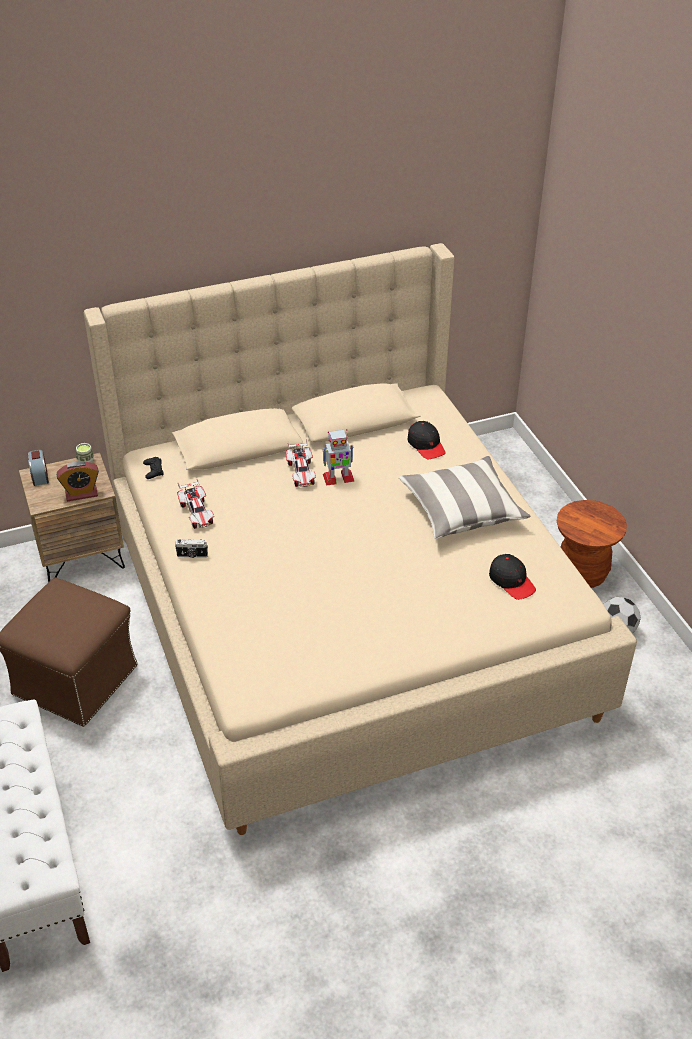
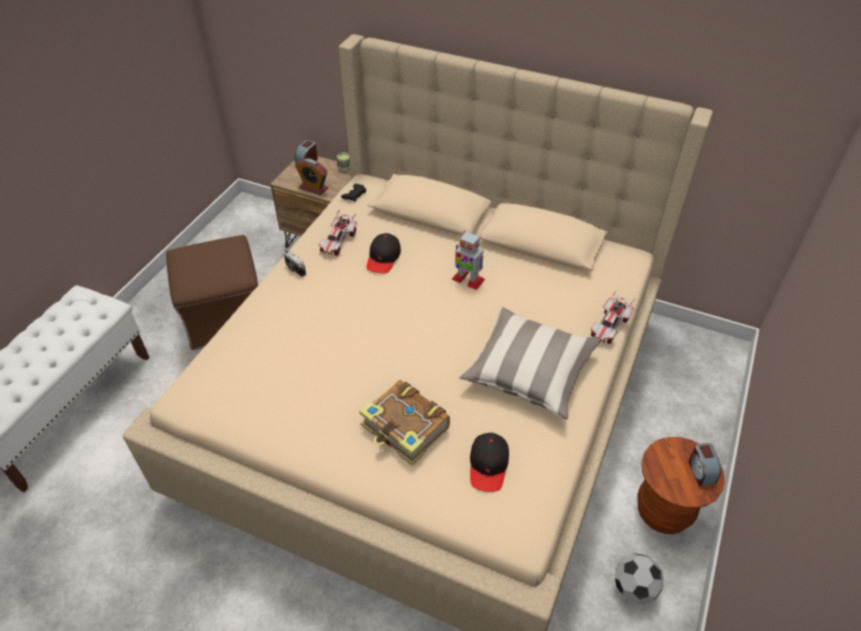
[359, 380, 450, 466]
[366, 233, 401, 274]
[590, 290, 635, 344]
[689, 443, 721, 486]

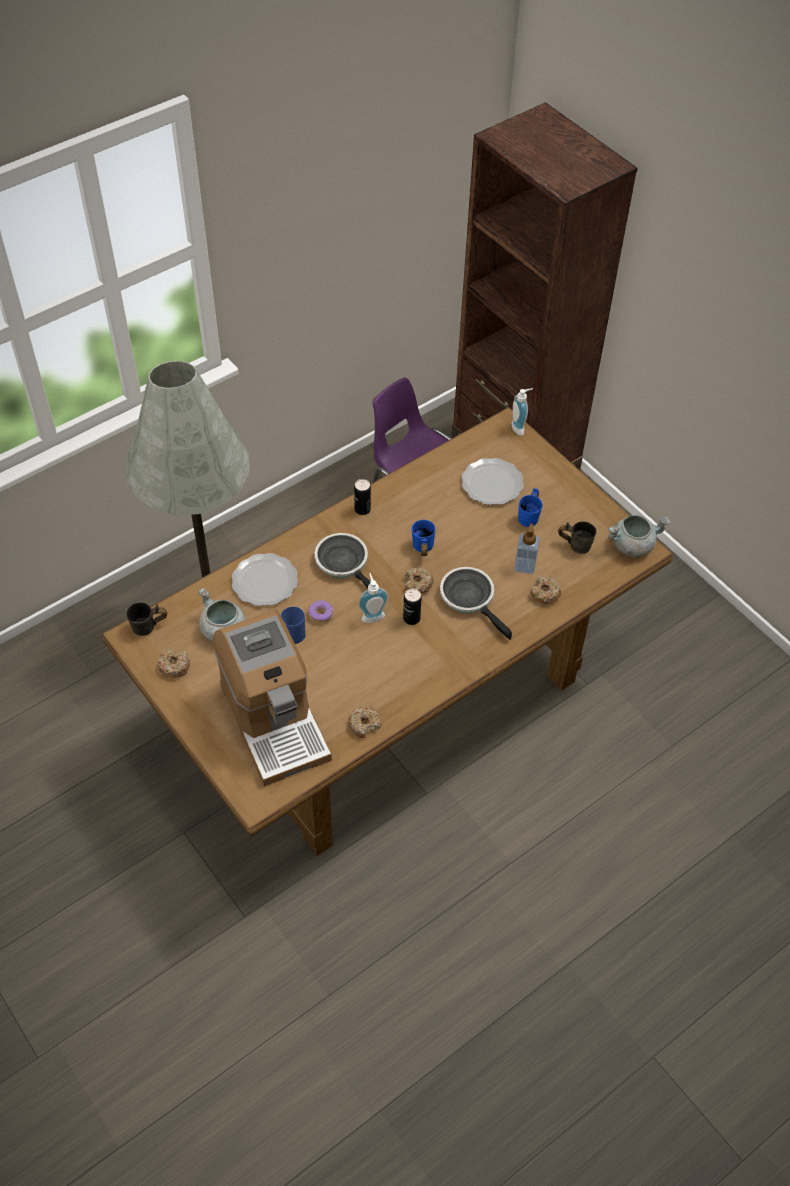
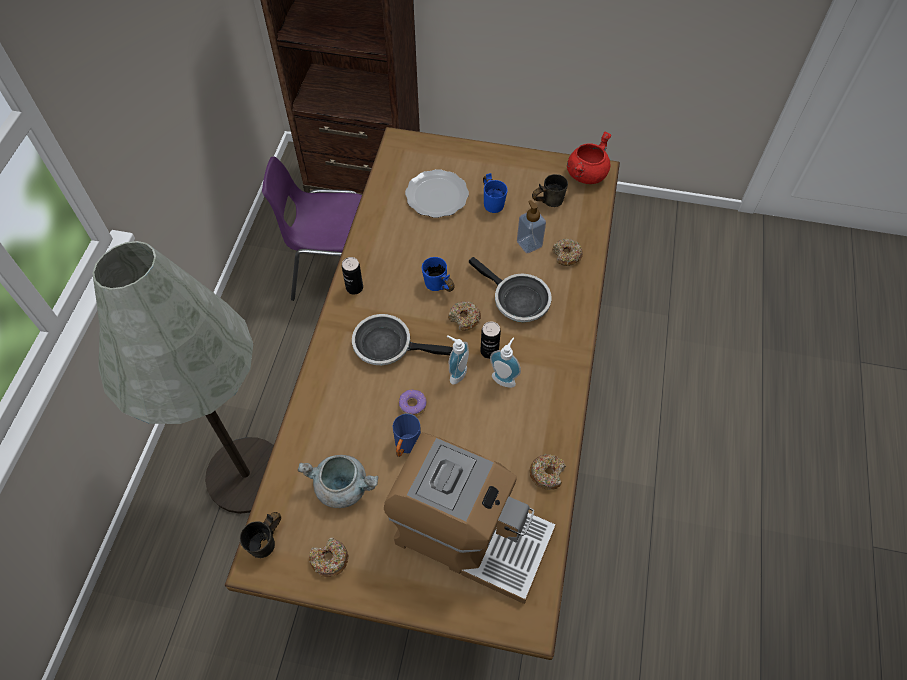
[469, 257, 552, 322]
[490, 337, 521, 388]
[567, 131, 611, 184]
[232, 553, 298, 606] (first image)

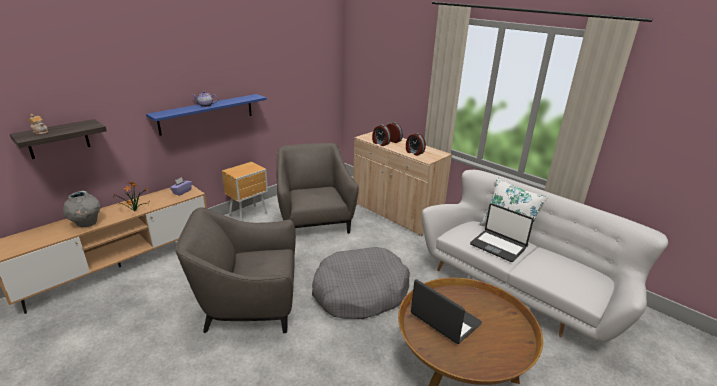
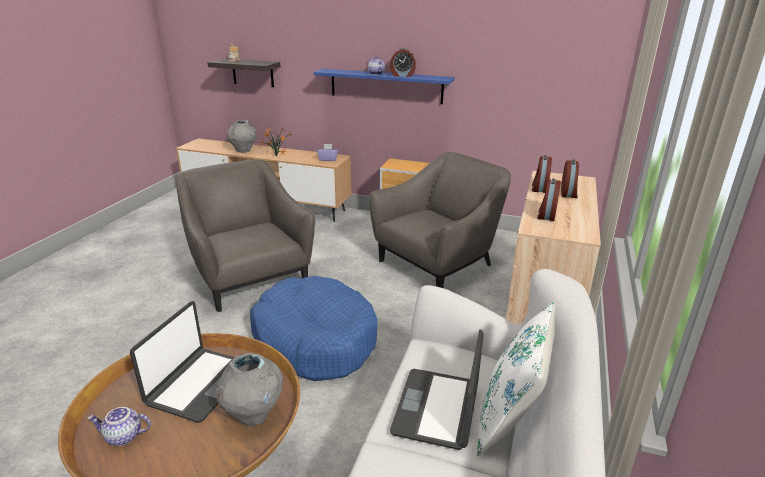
[88, 407, 151, 446]
[216, 353, 283, 426]
[250, 276, 378, 381]
[390, 48, 416, 77]

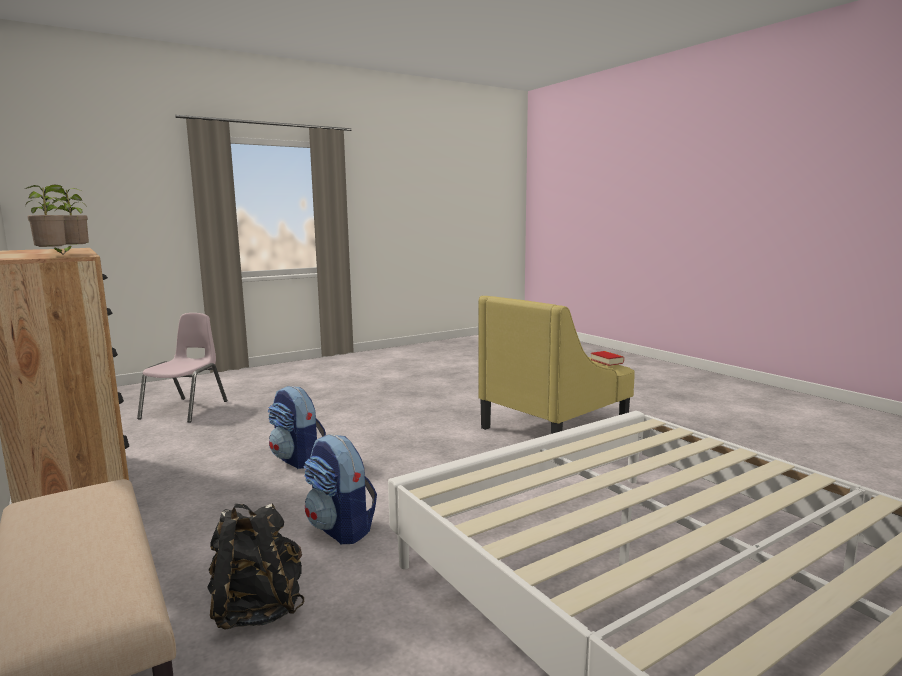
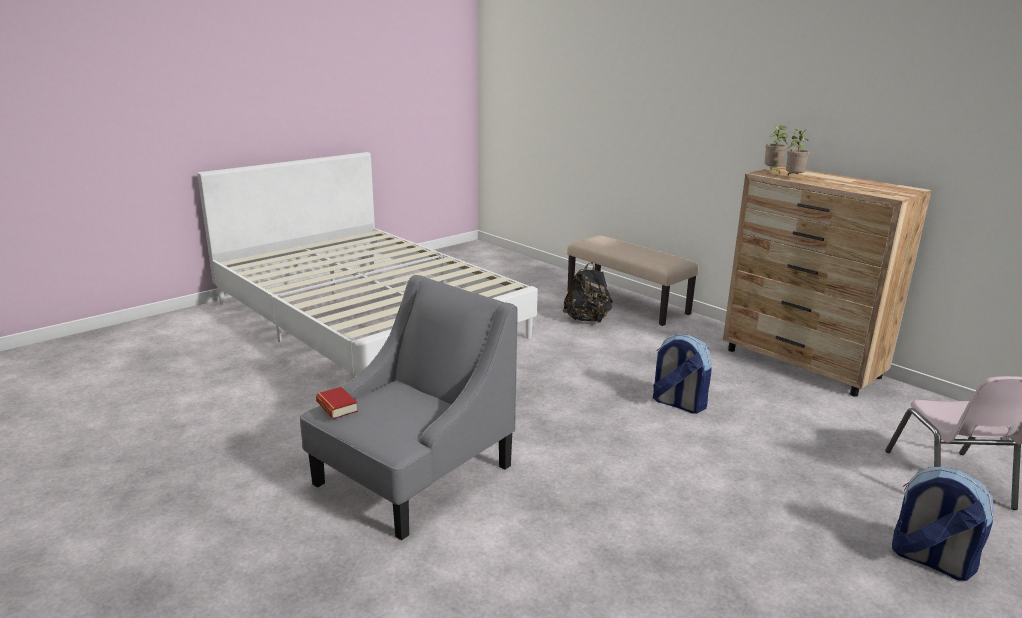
[300, 275, 518, 540]
[892, 467, 994, 581]

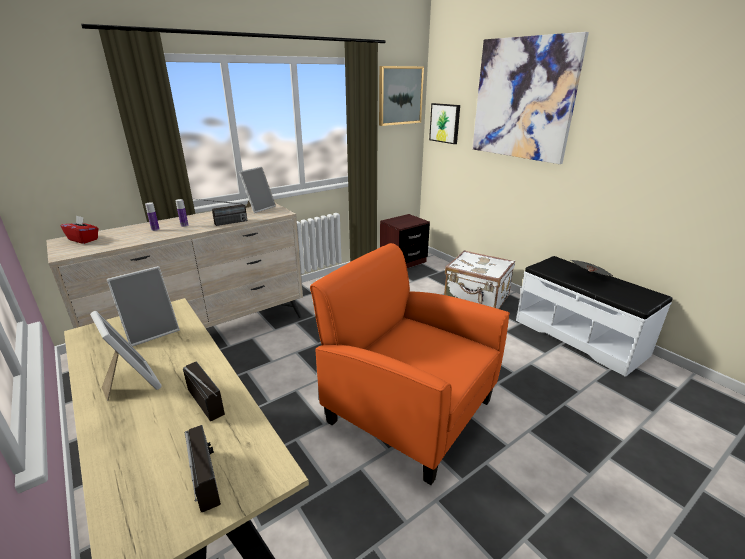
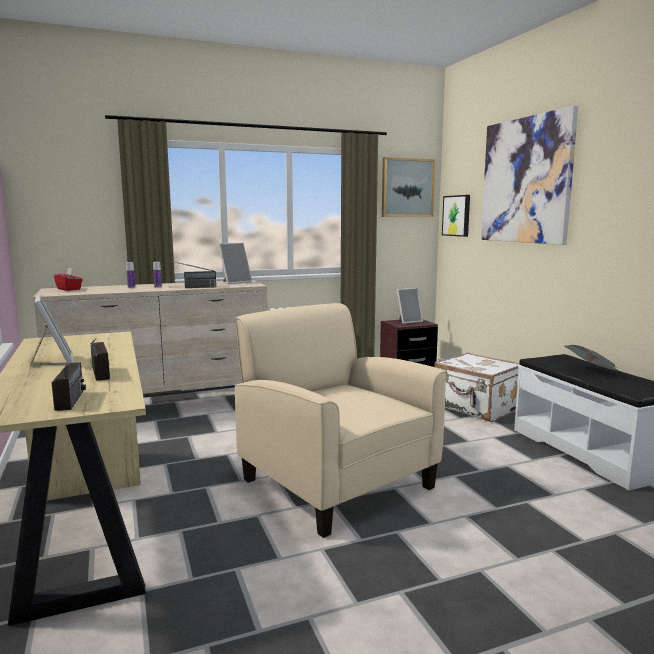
[235, 303, 446, 538]
[397, 288, 423, 324]

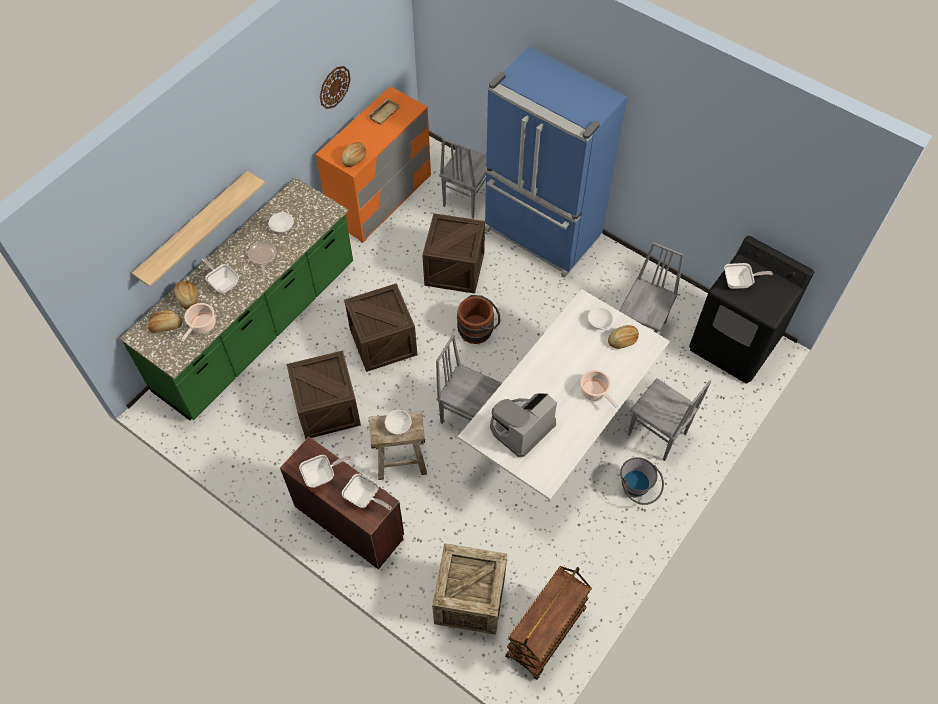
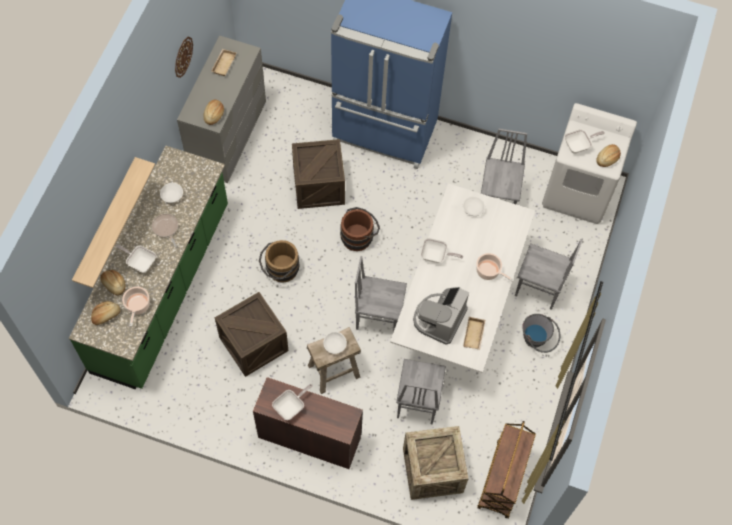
[177, 35, 266, 183]
[259, 240, 300, 283]
[396, 359, 446, 424]
[421, 238, 463, 263]
[463, 317, 485, 350]
[542, 103, 637, 224]
[596, 144, 621, 167]

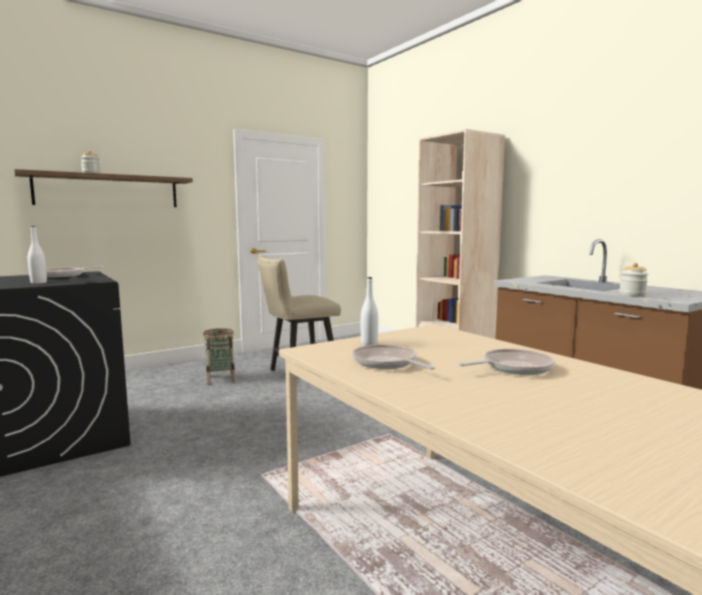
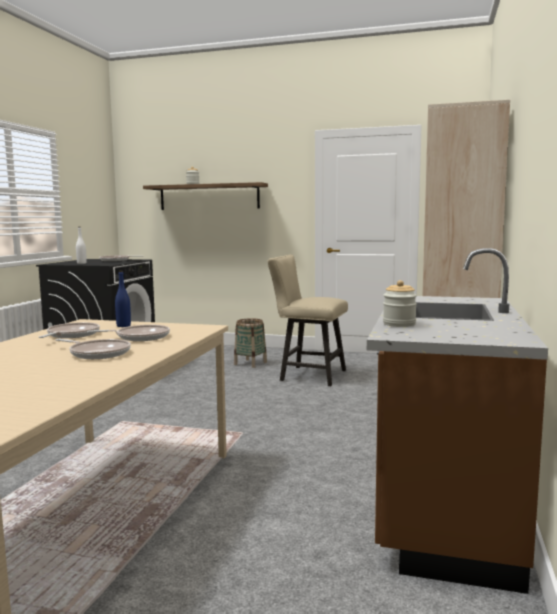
[87, 325, 170, 341]
[115, 271, 131, 327]

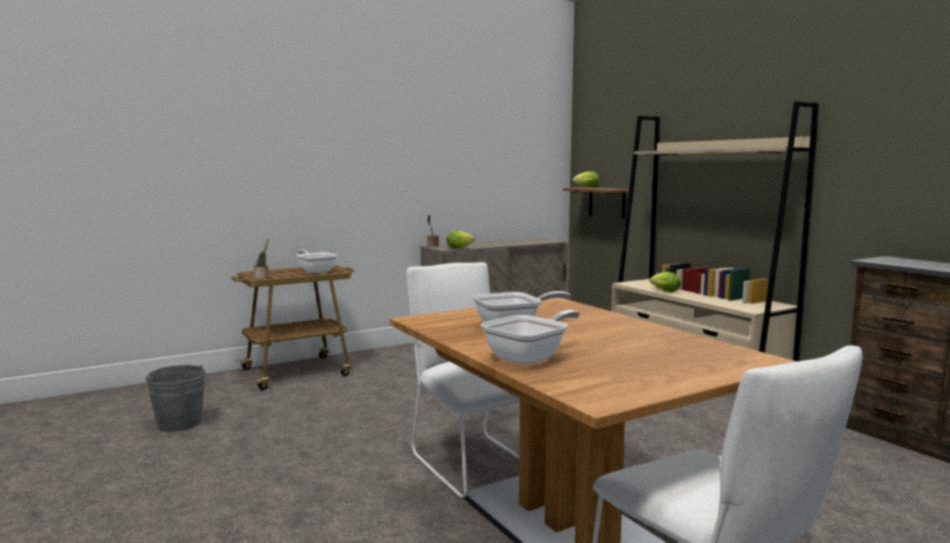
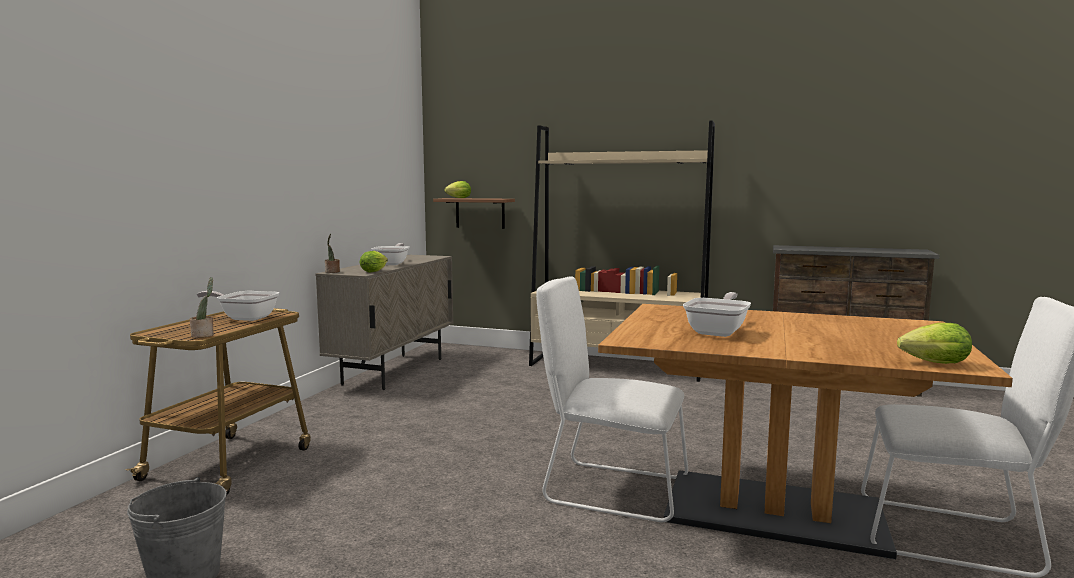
[371, 243, 409, 265]
[897, 323, 972, 364]

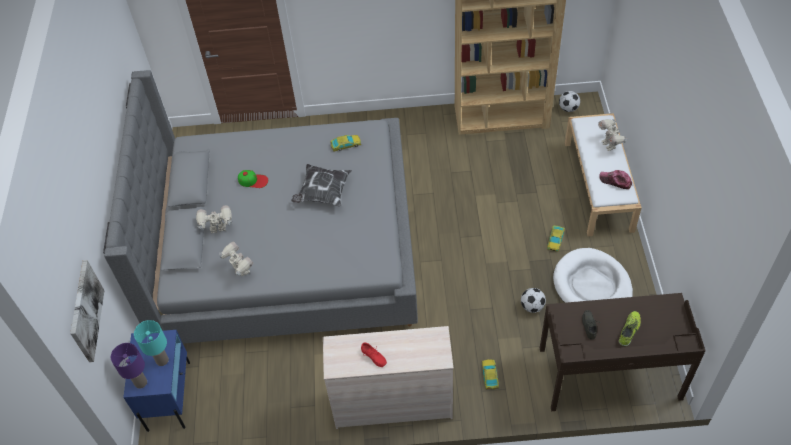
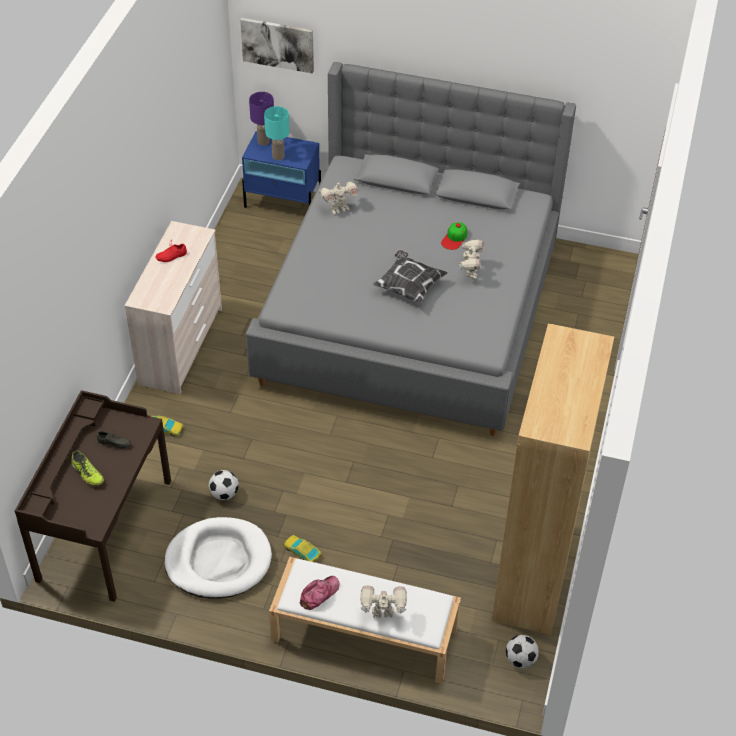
[458, 240, 484, 279]
[330, 135, 361, 152] (first image)

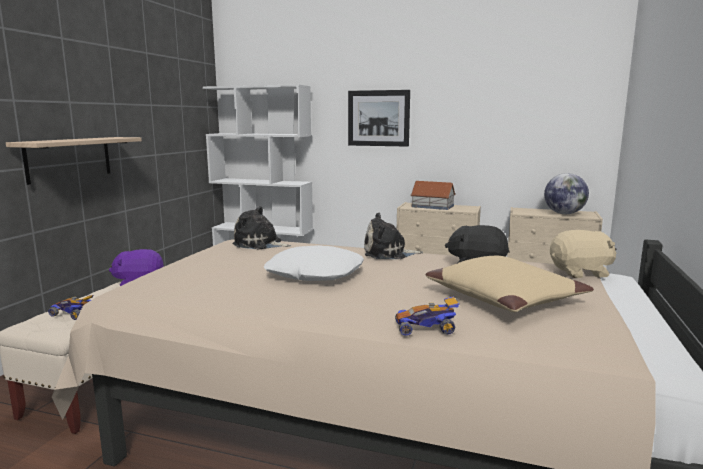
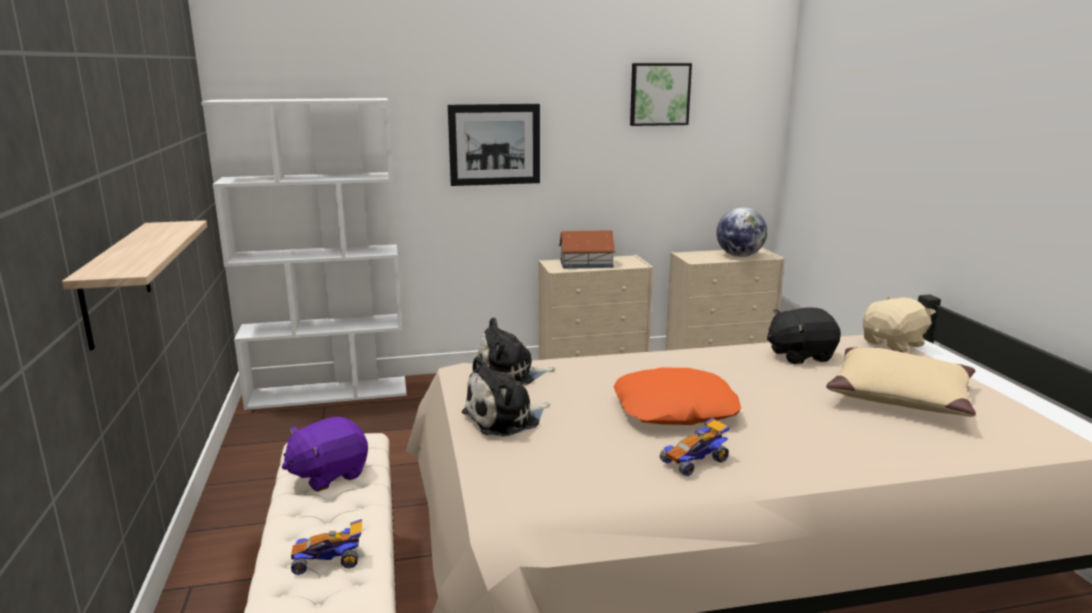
[462, 356, 550, 437]
[613, 368, 741, 425]
[630, 63, 692, 126]
[660, 418, 730, 476]

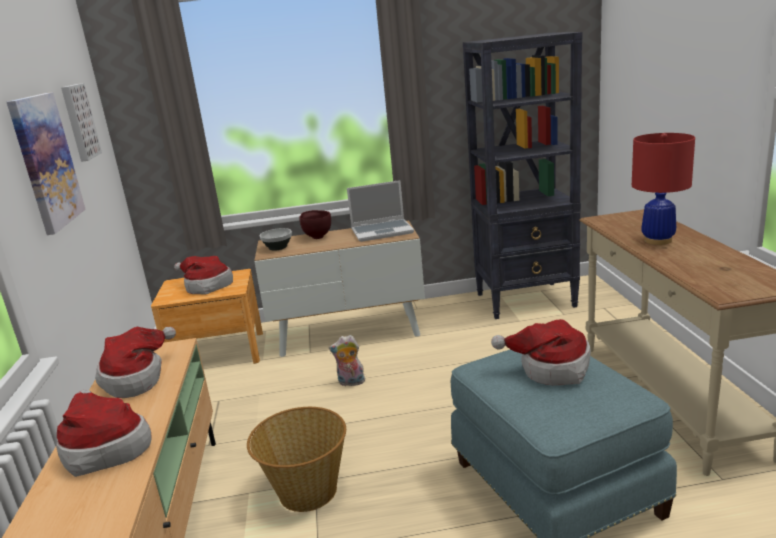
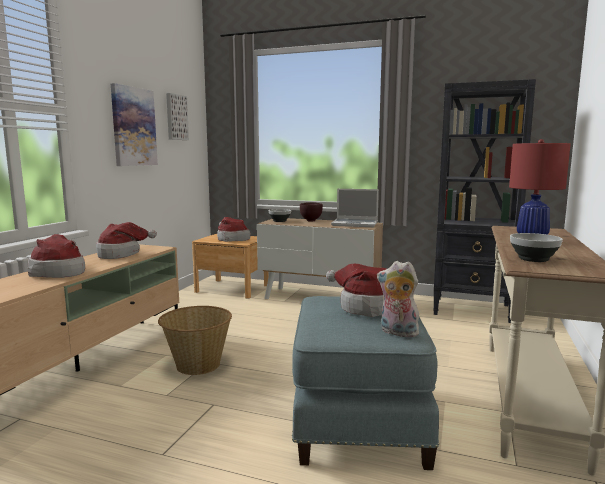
[377, 261, 421, 337]
[510, 233, 563, 262]

